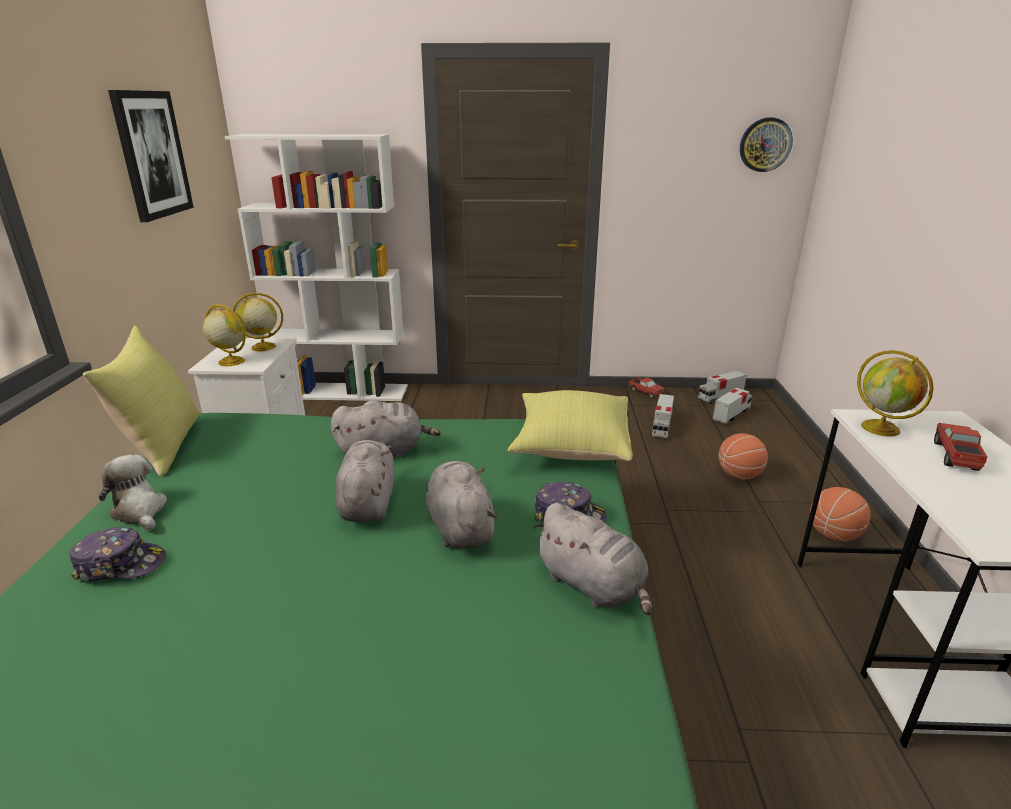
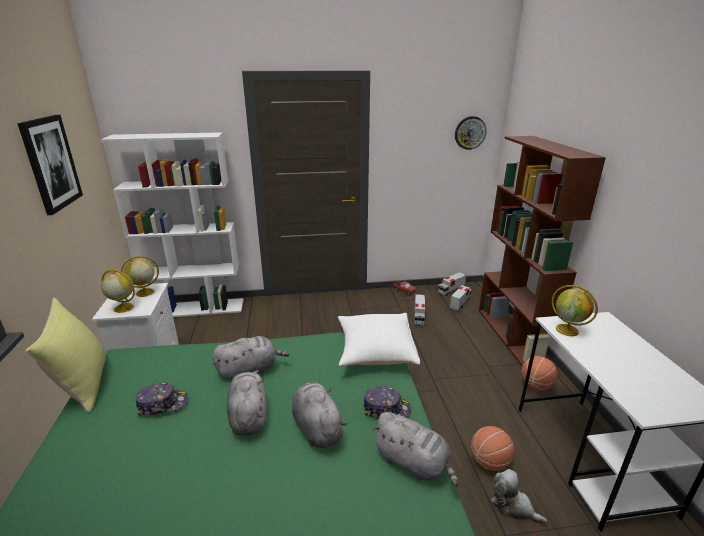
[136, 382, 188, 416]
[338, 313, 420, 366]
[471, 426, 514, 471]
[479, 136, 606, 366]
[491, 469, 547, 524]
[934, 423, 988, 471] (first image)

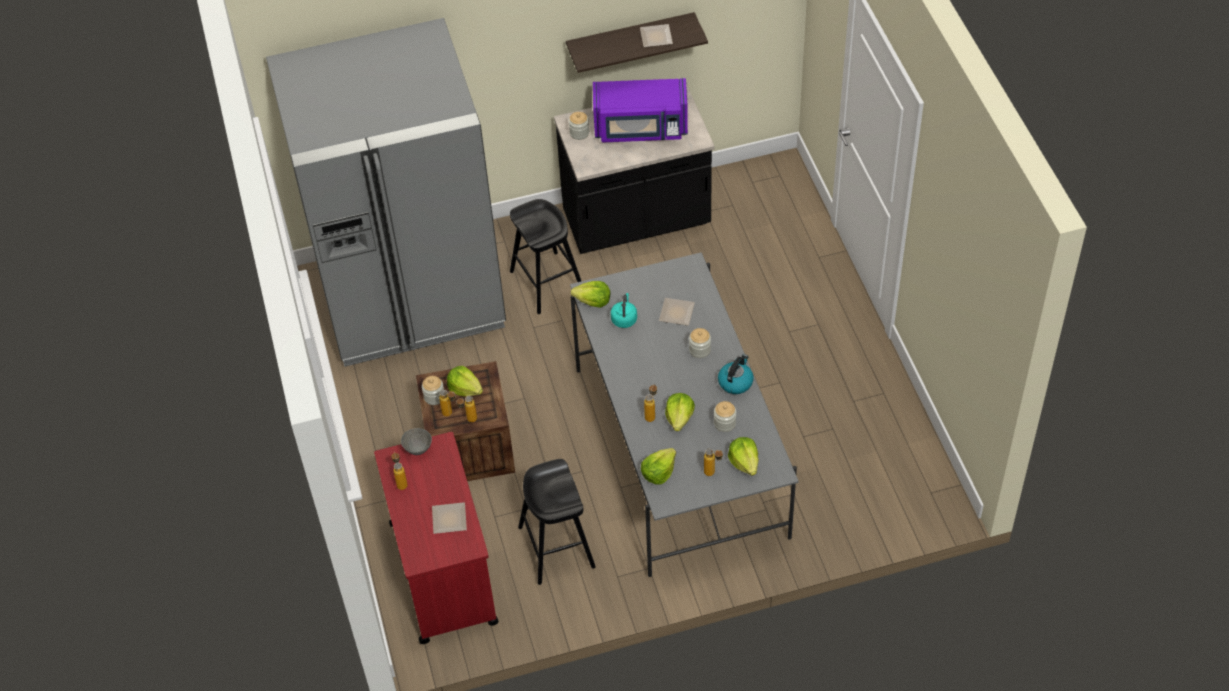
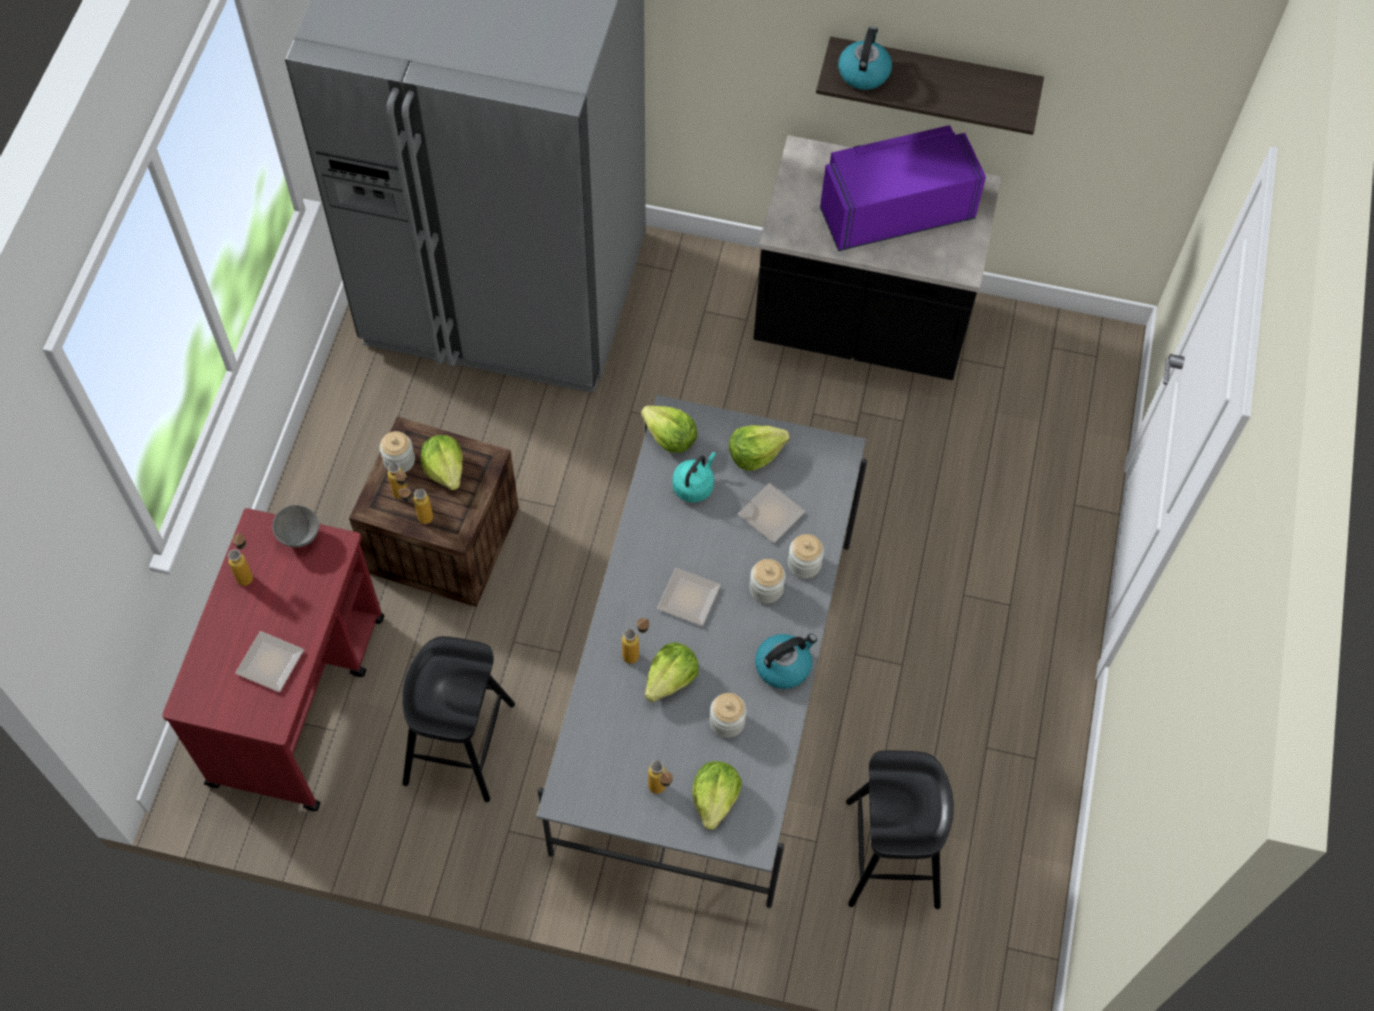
[657, 568, 721, 626]
[729, 425, 790, 471]
[788, 534, 824, 579]
[820, 125, 986, 251]
[838, 27, 892, 90]
[846, 750, 954, 909]

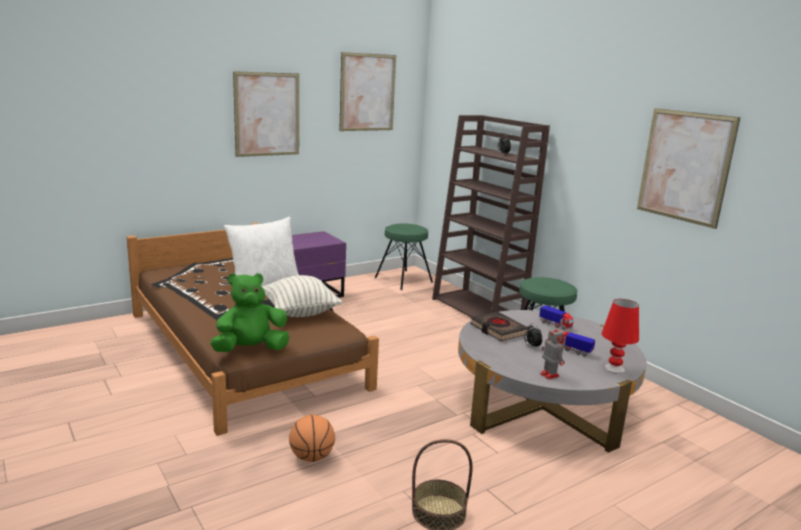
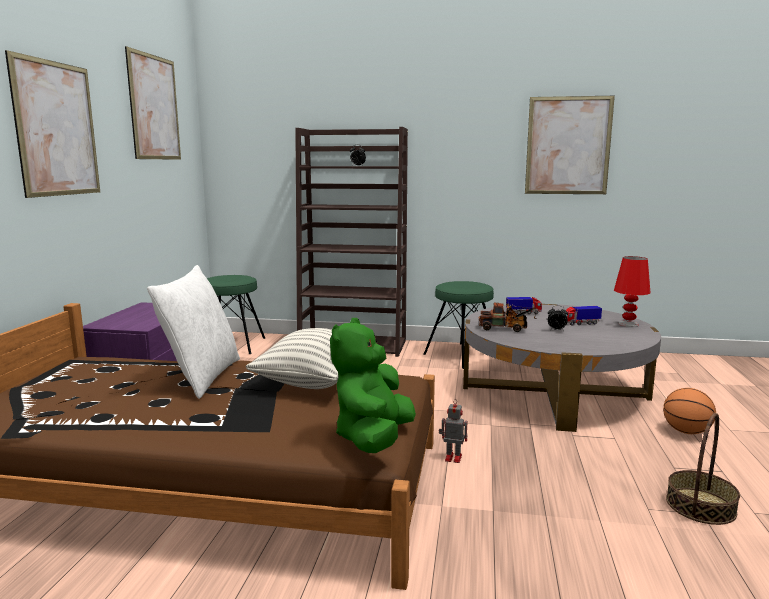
[439, 399, 468, 463]
[478, 302, 537, 332]
[663, 388, 716, 434]

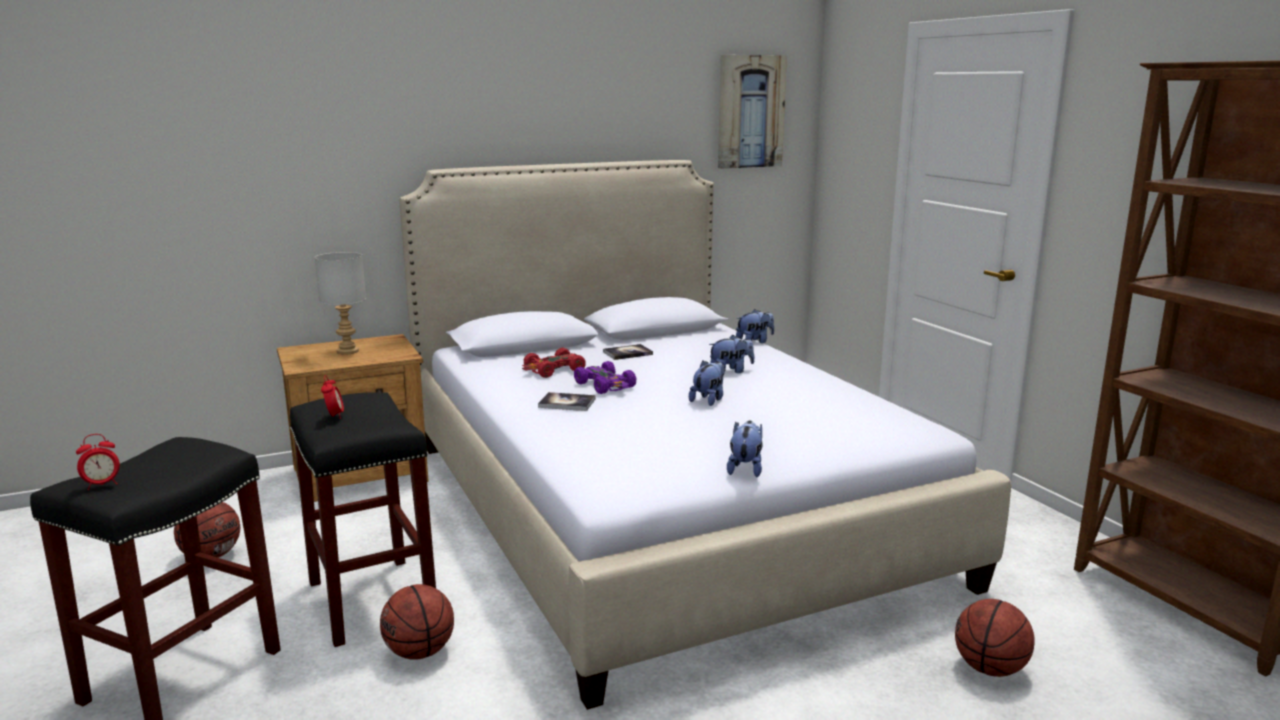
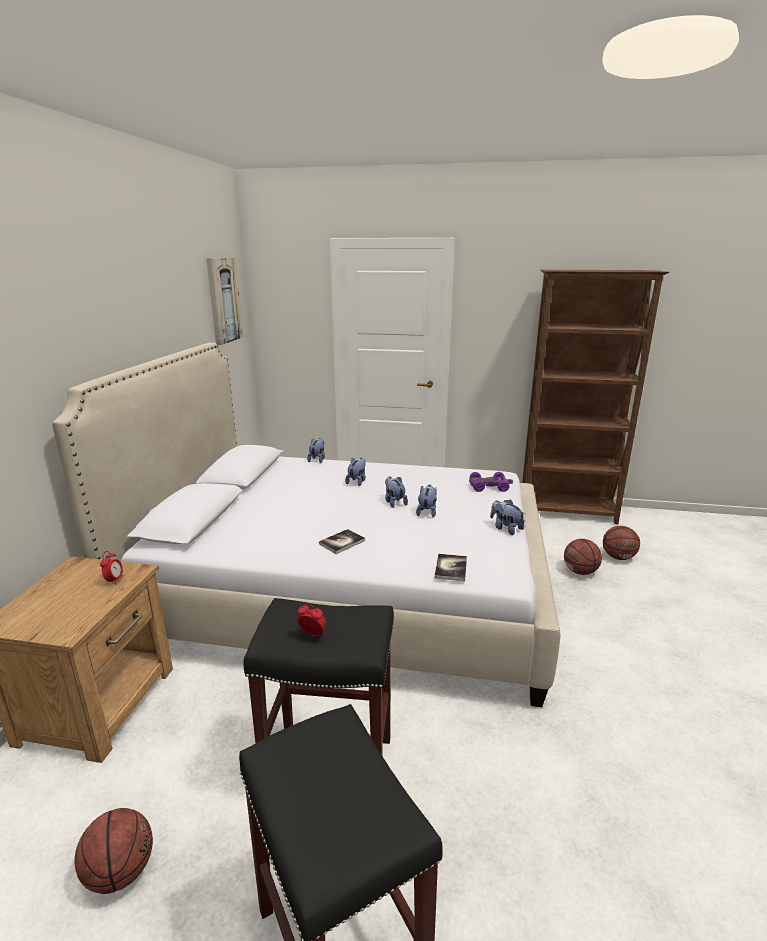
[100, 551, 123, 585]
[416, 485, 437, 518]
[435, 554, 467, 582]
[469, 472, 513, 492]
[603, 526, 640, 560]
[315, 252, 366, 355] (first image)
[522, 348, 586, 378] (first image)

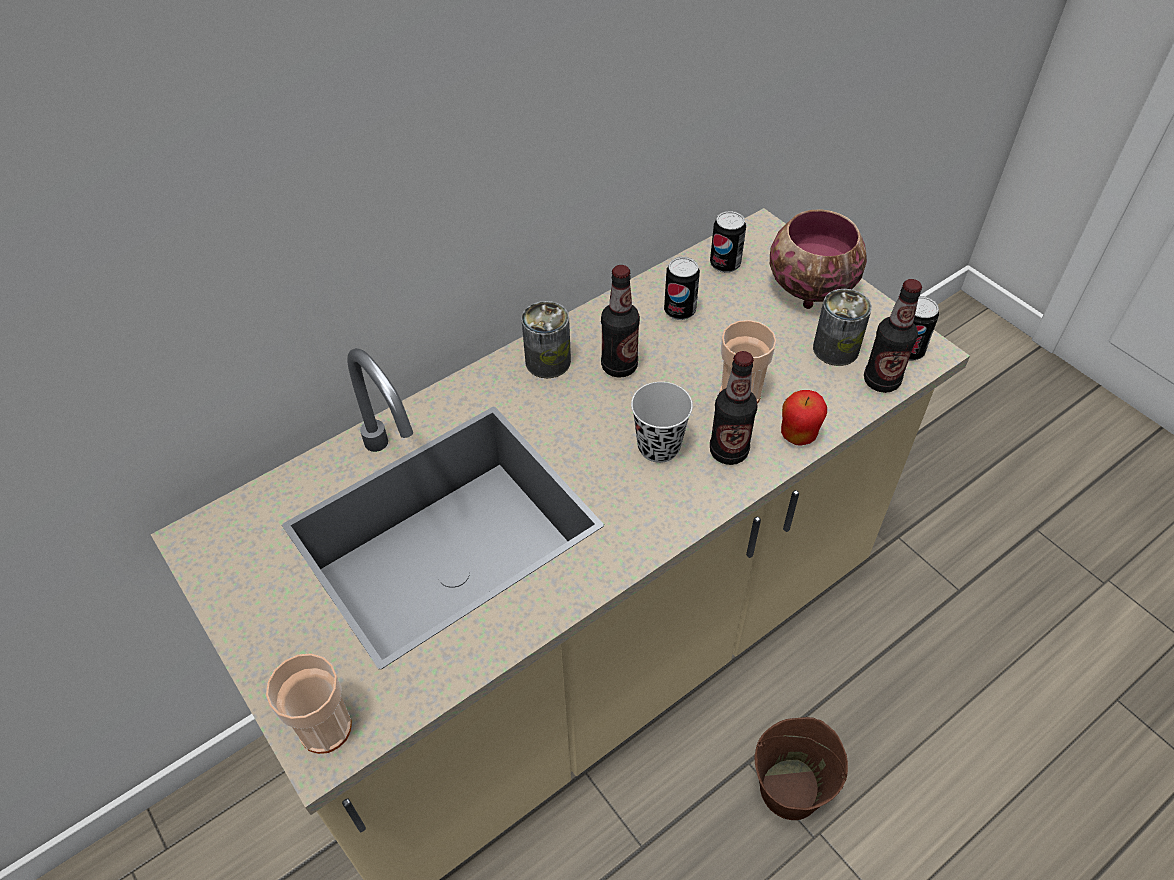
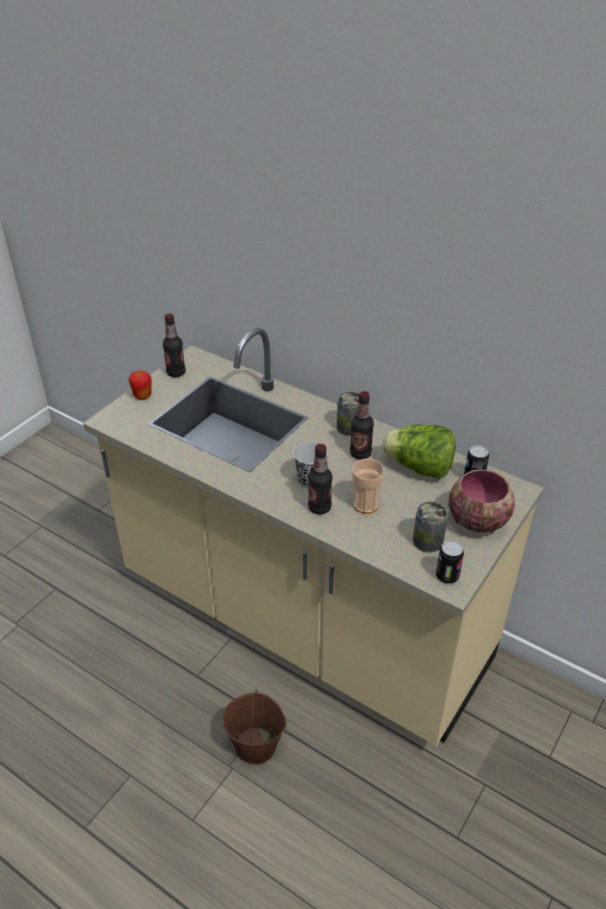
[128, 371, 152, 400]
[163, 313, 185, 377]
[382, 425, 456, 479]
[266, 653, 352, 754] (first image)

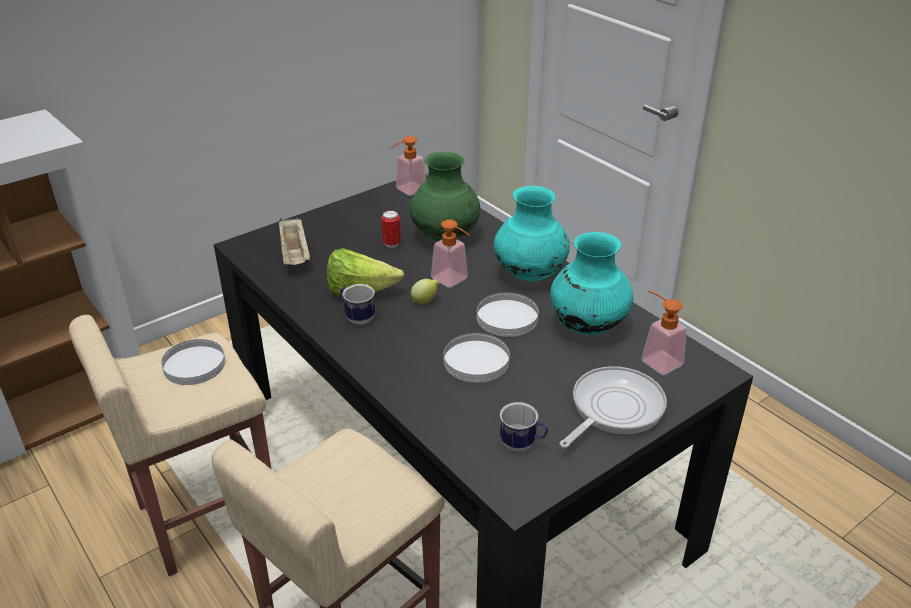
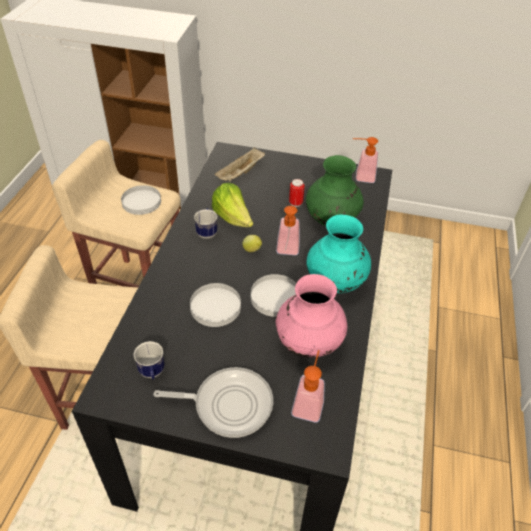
[275, 274, 347, 358]

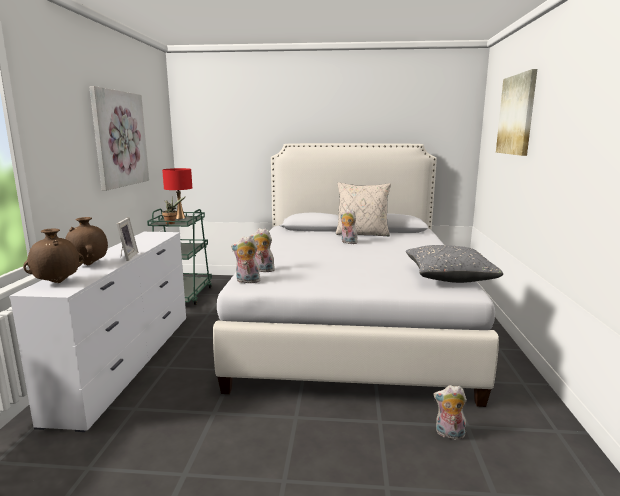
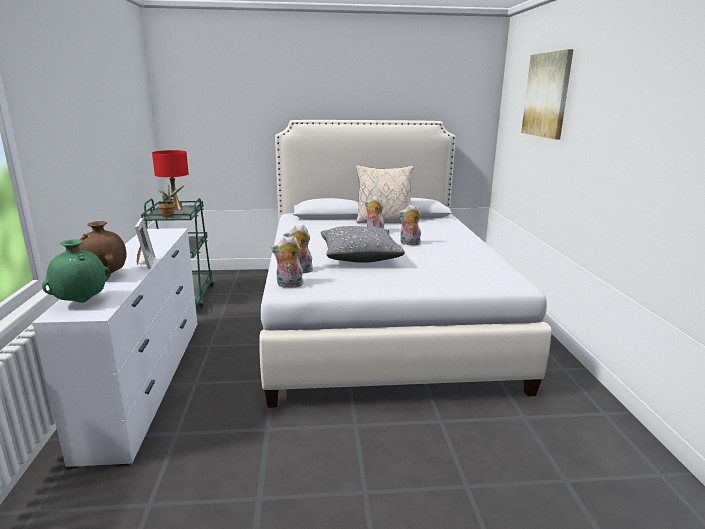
[42, 239, 111, 303]
[321, 226, 405, 263]
[398, 205, 421, 245]
[89, 86, 149, 191] (first image)

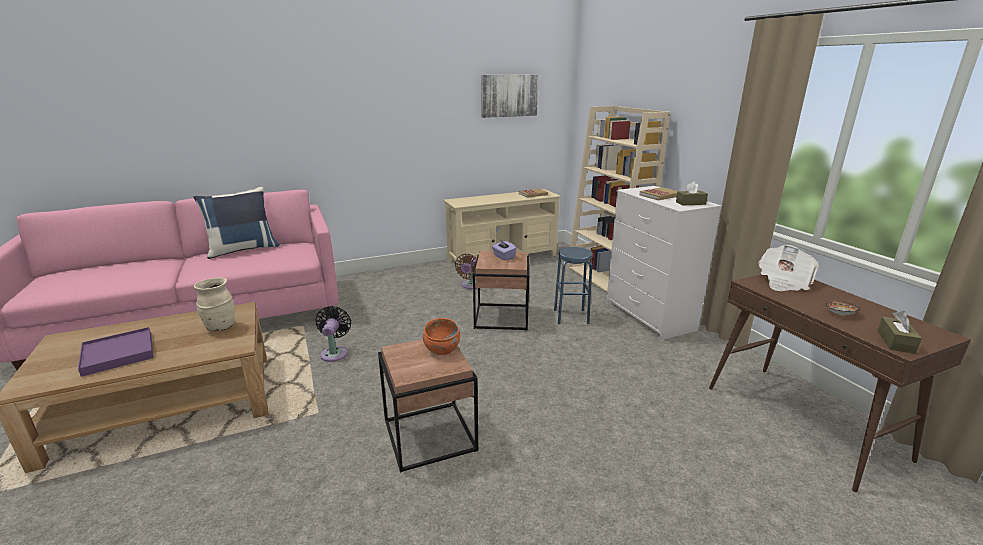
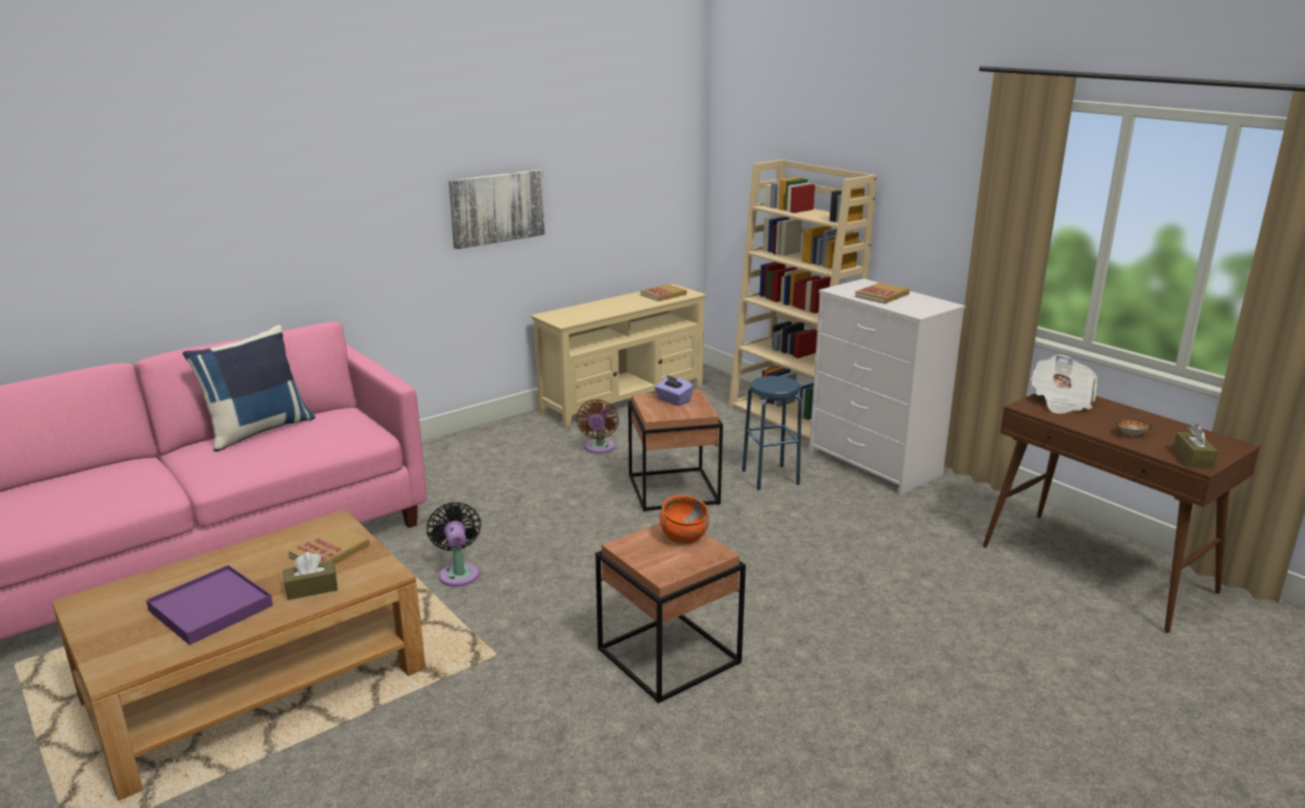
[283, 552, 338, 600]
[288, 526, 370, 564]
[449, 170, 545, 249]

